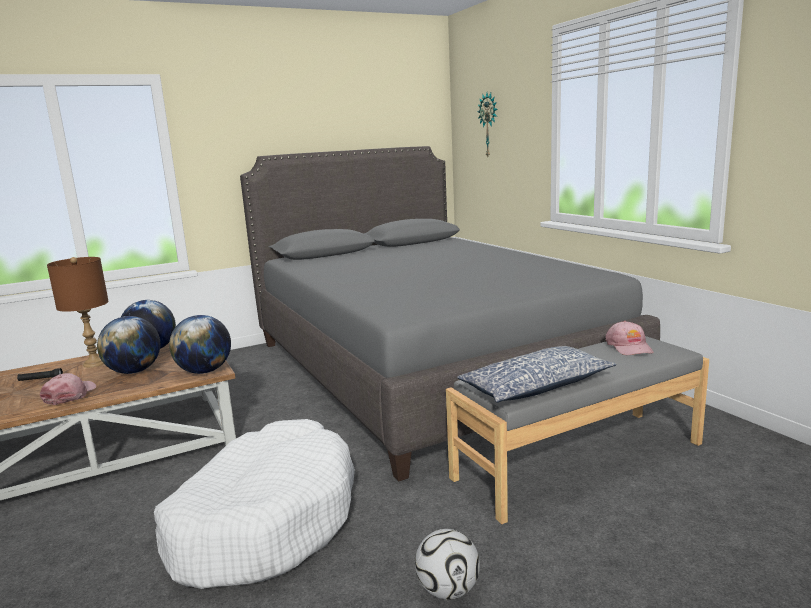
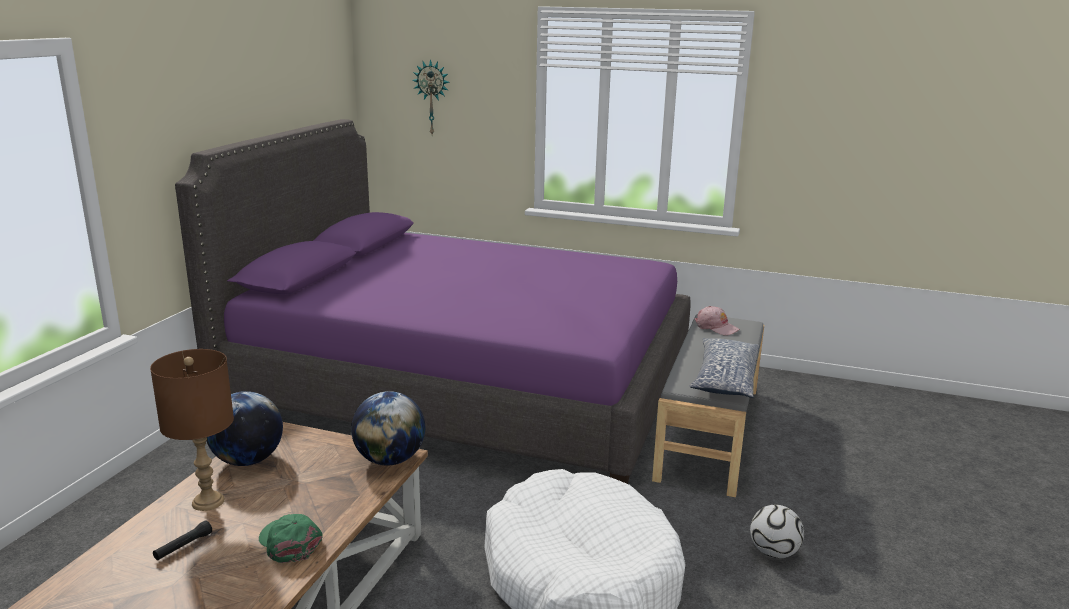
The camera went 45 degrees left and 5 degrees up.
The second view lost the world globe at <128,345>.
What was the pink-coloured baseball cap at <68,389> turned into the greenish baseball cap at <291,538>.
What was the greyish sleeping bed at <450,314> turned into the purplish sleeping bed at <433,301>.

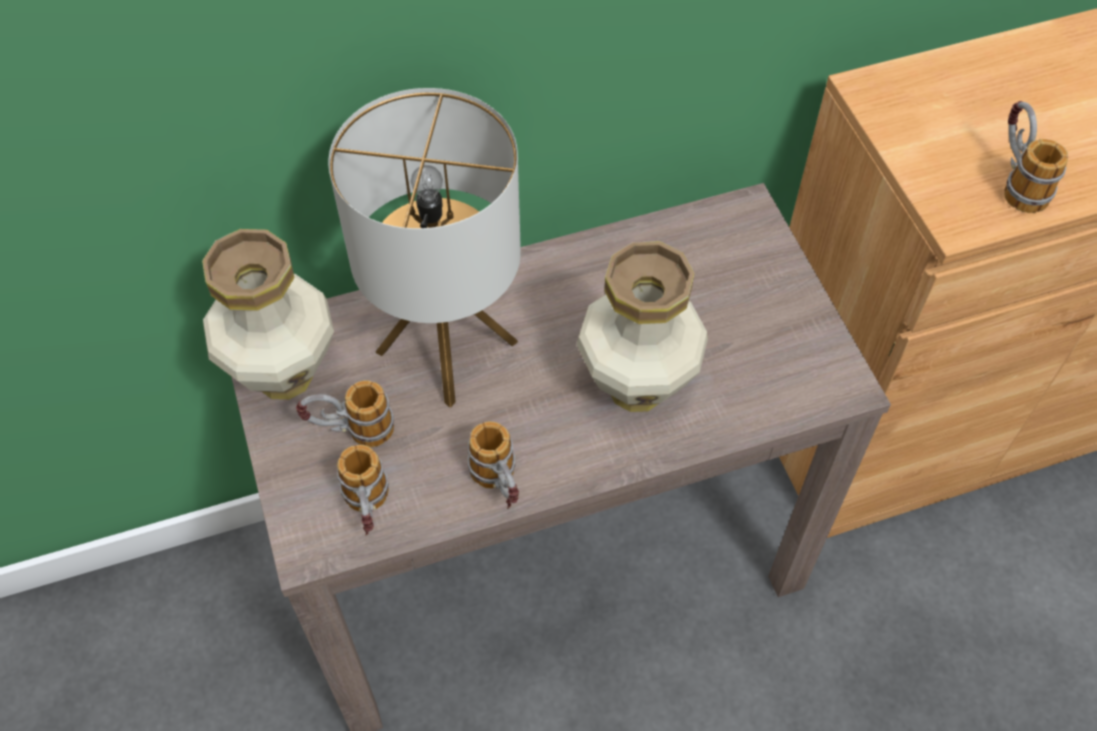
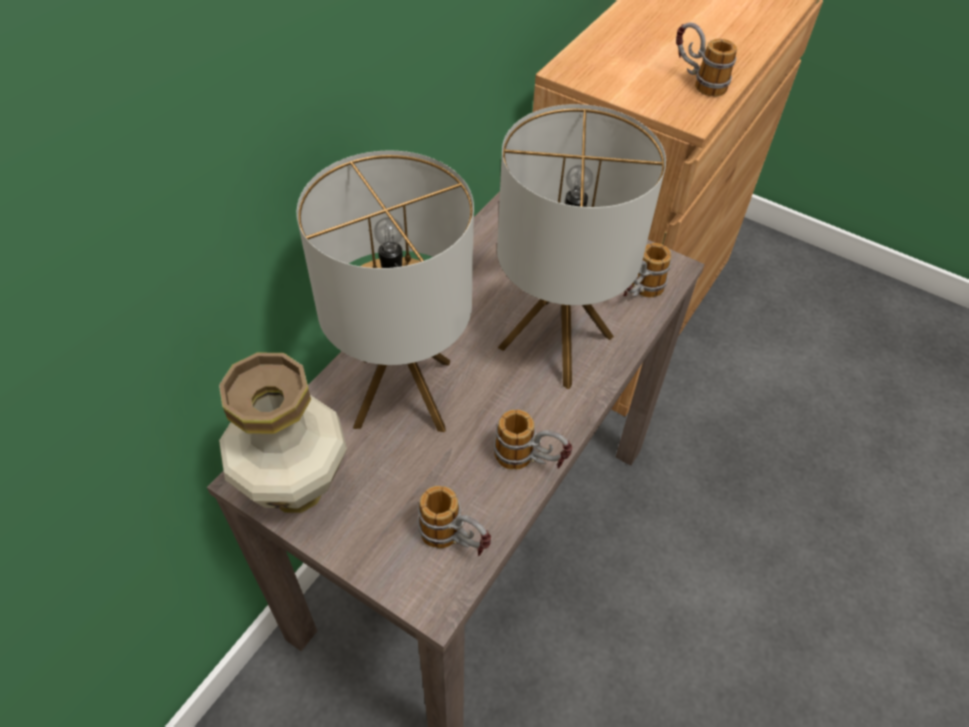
The camera went 40 degrees left and 5 degrees down.
The coffee mug ended up elsewhere, having gone from <345,413> to <647,270>.
Where the decorative vase stood at <642,326>, the lamp for a table came to stand at <581,246>.

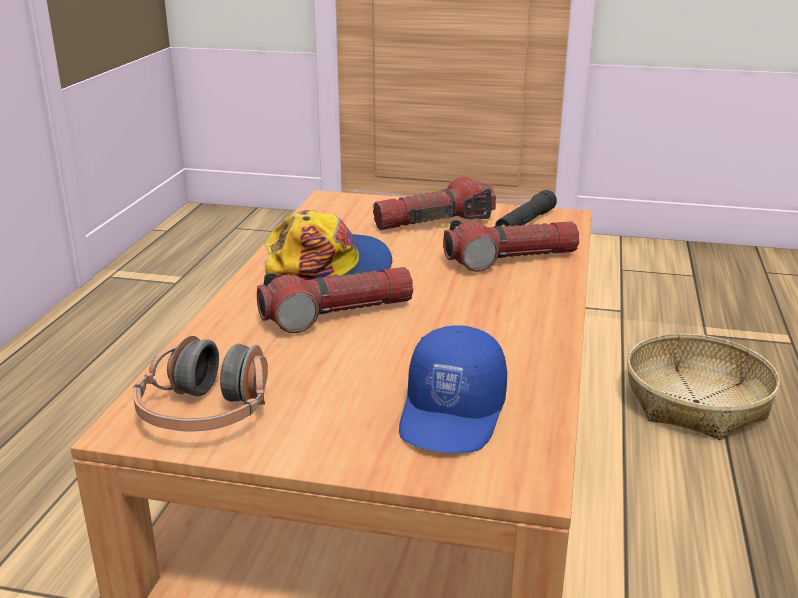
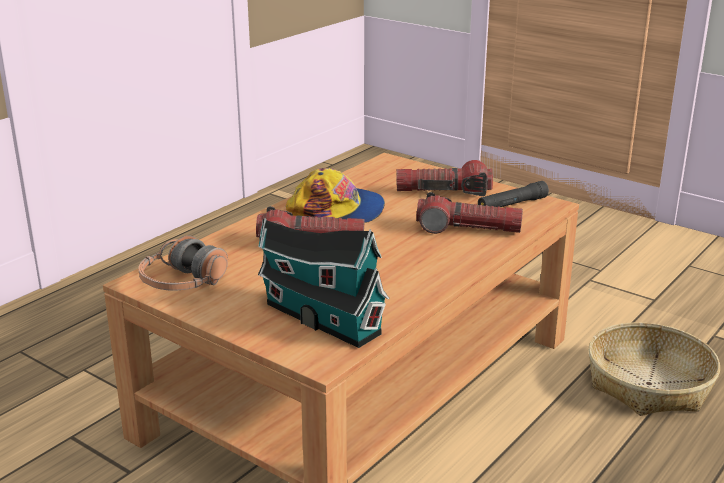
The camera went 25 degrees right and 0 degrees up.
Where the bluish baseball cap stood at <453,389>, the miniature house came to stand at <324,283>.

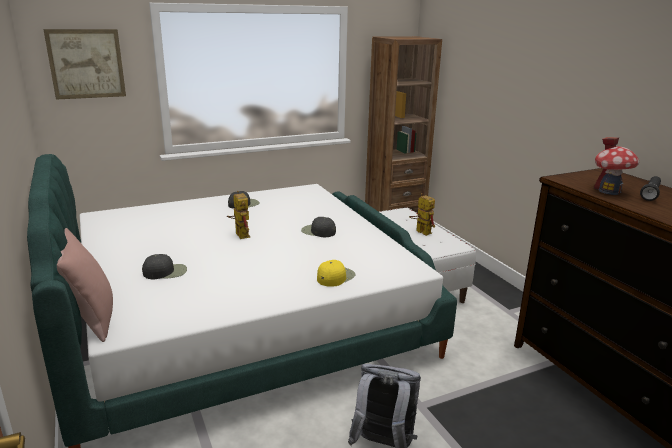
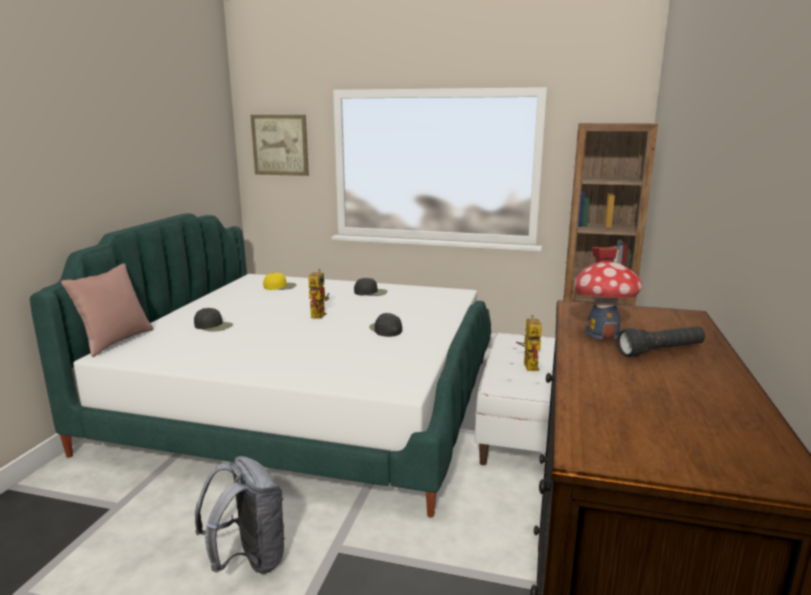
The camera went 40 degrees right and 5 degrees down.
The yellowish baseball cap ended up elsewhere, having gone from <336,273> to <279,281>.

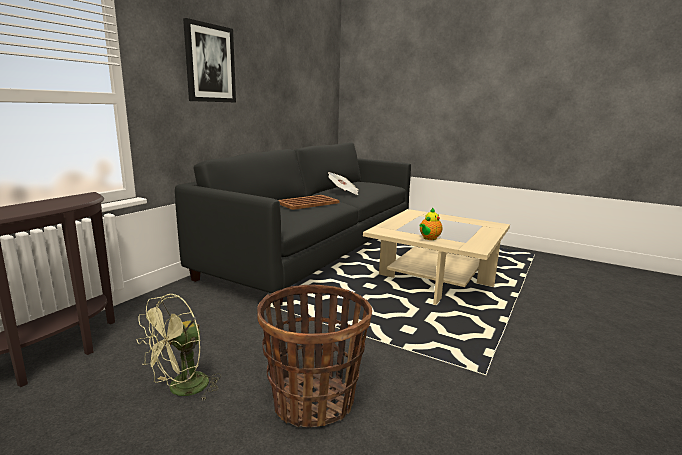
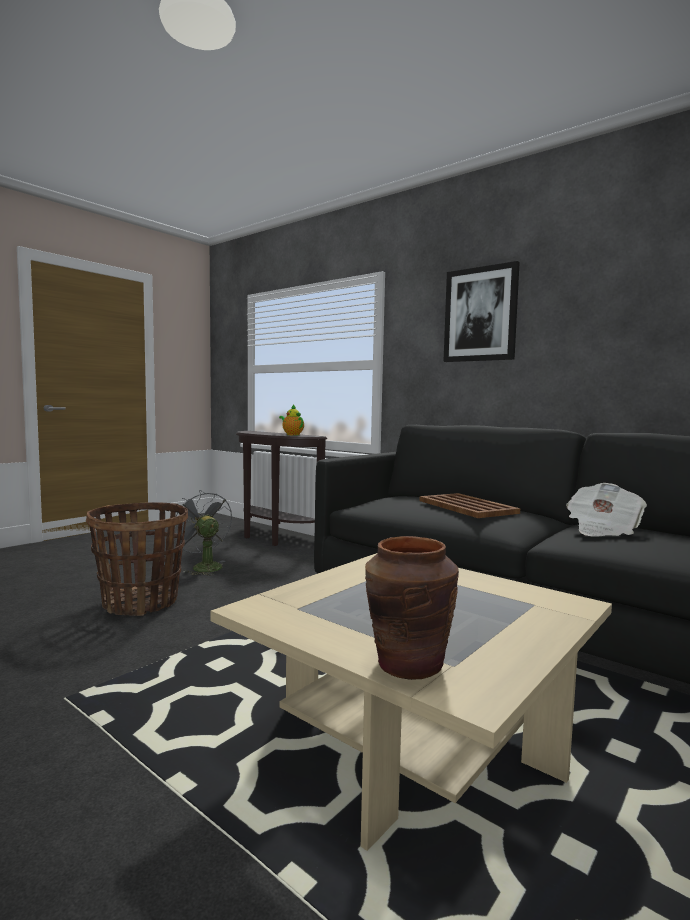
The camera went 100 degrees right and 10 degrees down.
The second view gained the brown-coloured decorative vase at <412,608>.
The teapot ended up elsewhere, having gone from <430,223> to <291,420>.
What was the greenish electric fan at <178,347> turned into the greyish electric fan at <201,533>.

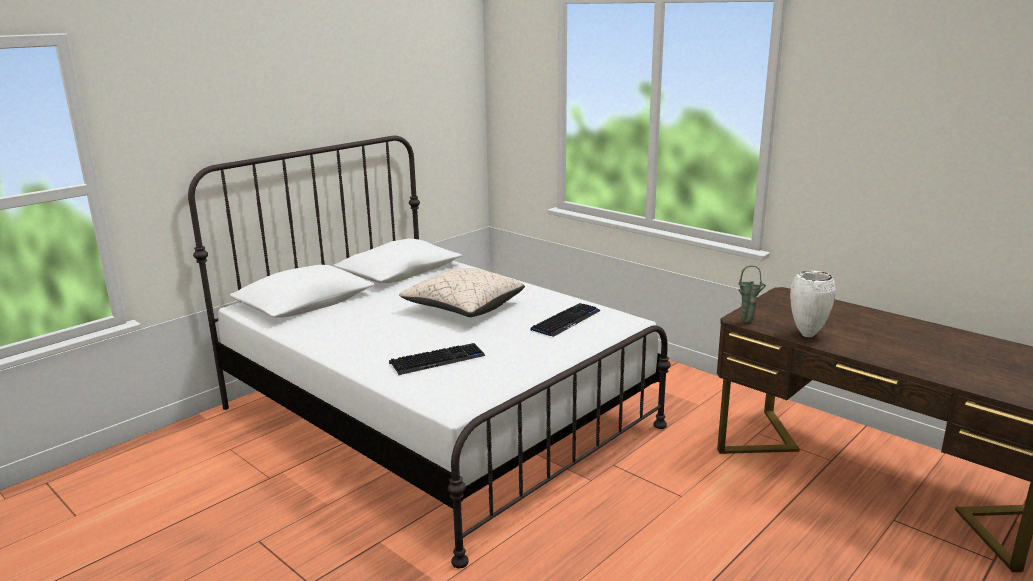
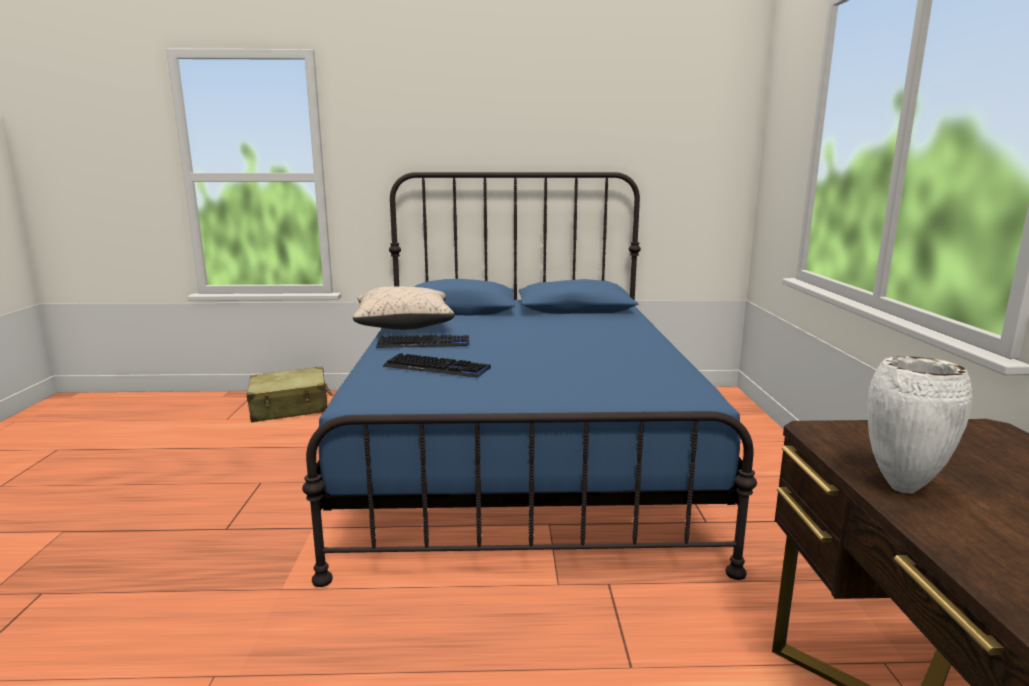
The camera went 45 degrees right and 5 degrees down.
The second view lost the greenish decorative vase at <752,294>.
The second view gained the beige travel case at <289,394>.
The beige cushion ended up elsewhere, having gone from <462,292> to <404,308>.
The computer keyboard ended up elsewhere, having gone from <565,320> to <423,341>.
What was the white sleeping bed at <429,352> turned into the bluish sleeping bed at <529,379>.

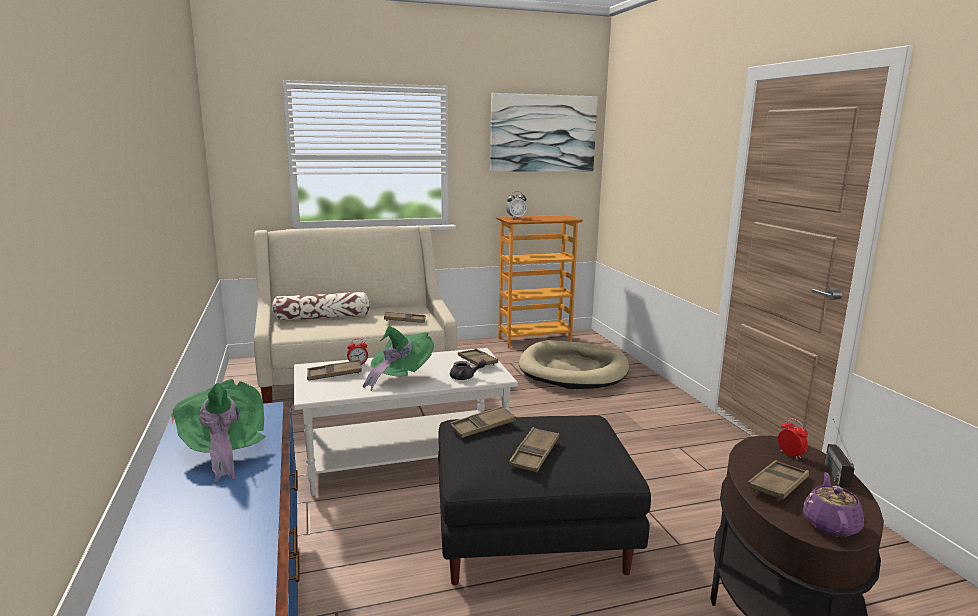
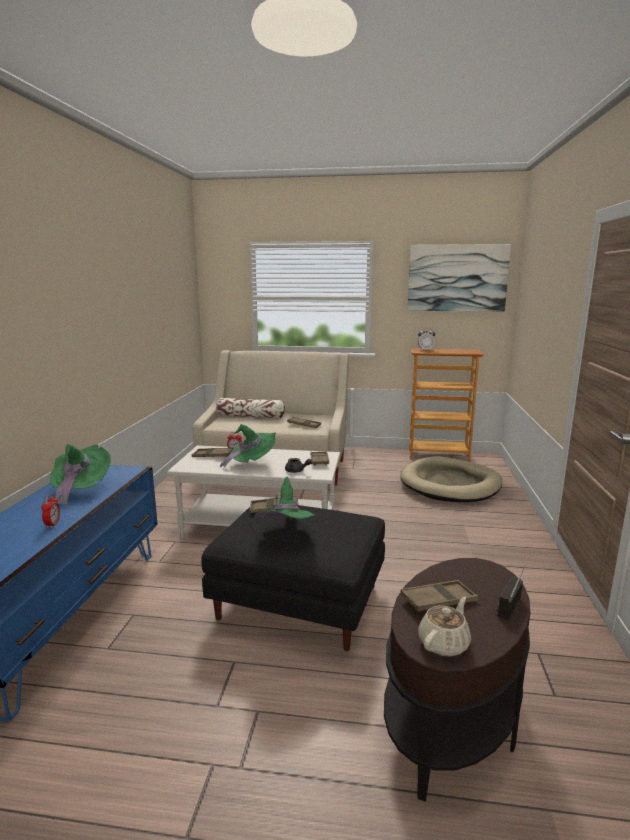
The camera went 25 degrees right and 0 degrees up.
The bedside clock ended up elsewhere, having gone from <793,439> to <50,511>.
Where the brown-coloured tray stood at <533,450>, the greenish wearable hat came to stand at <285,498>.
What was the purplish teapot at <833,504> turned into the beige teapot at <444,627>.

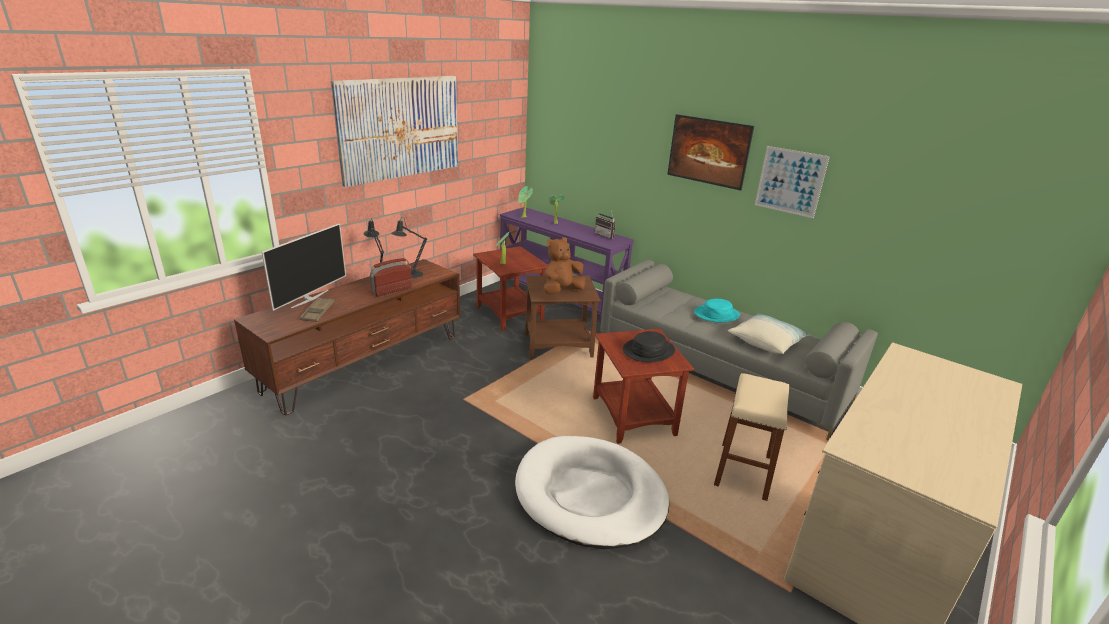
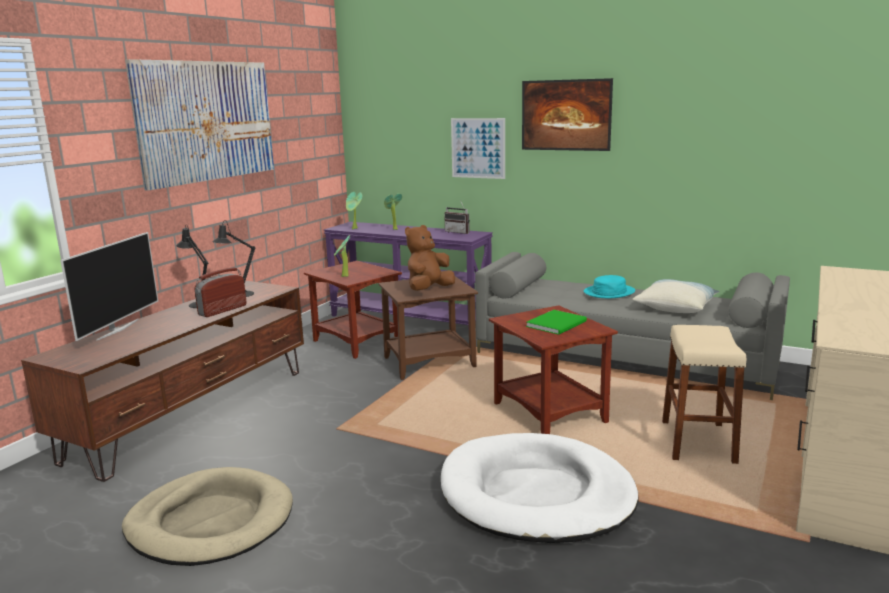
The camera went 10 degrees left and 10 degrees down.
The second view lost the brown-coloured tray at <317,309>.
The second view gained the beige dog cushion at <207,516>.
The wall art ended up elsewhere, having gone from <792,182> to <478,148>.
Where the blackish wearable hat stood at <648,346>, the greenish volume came to stand at <556,322>.

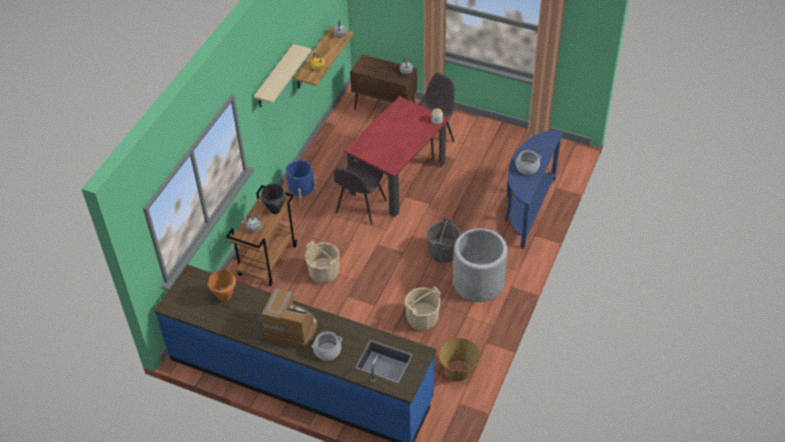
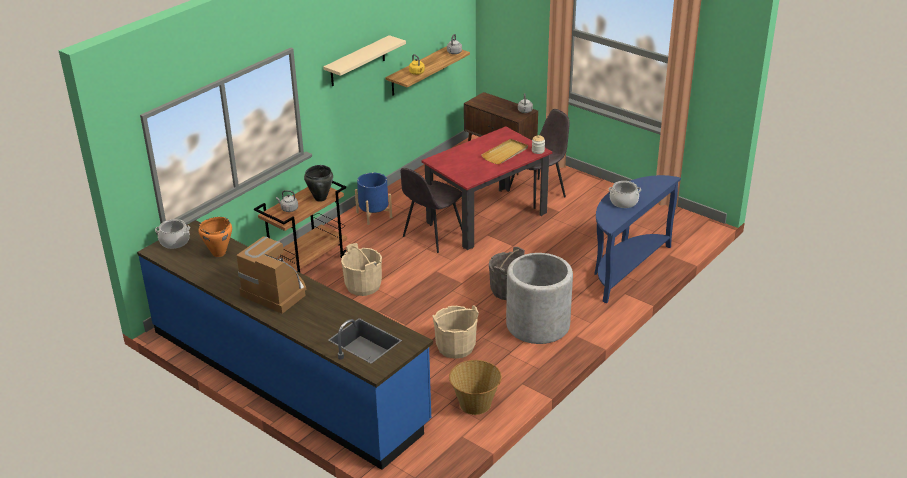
The camera went 15 degrees right and 15 degrees down.
The second view gained the beige tray at <504,151>.
The cooking pot ended up elsewhere, having gone from <326,346> to <172,234>.

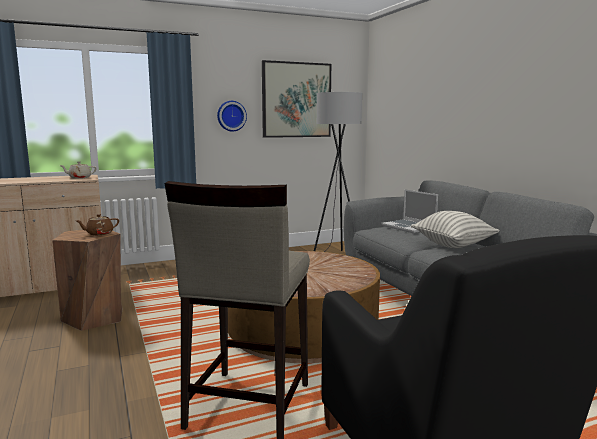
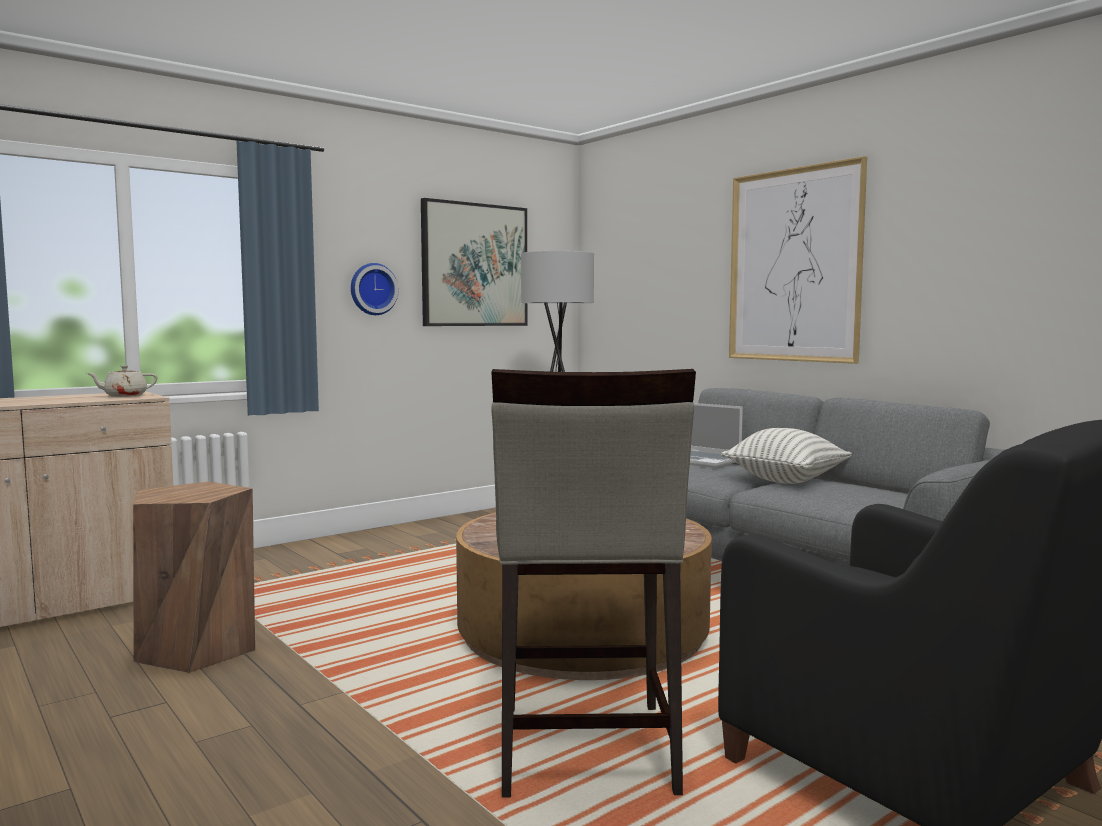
The camera went 15 degrees left and 5 degrees down.
The second view lost the brown-coloured teapot at <97,224>.
The second view gained the wall art at <798,260>.

